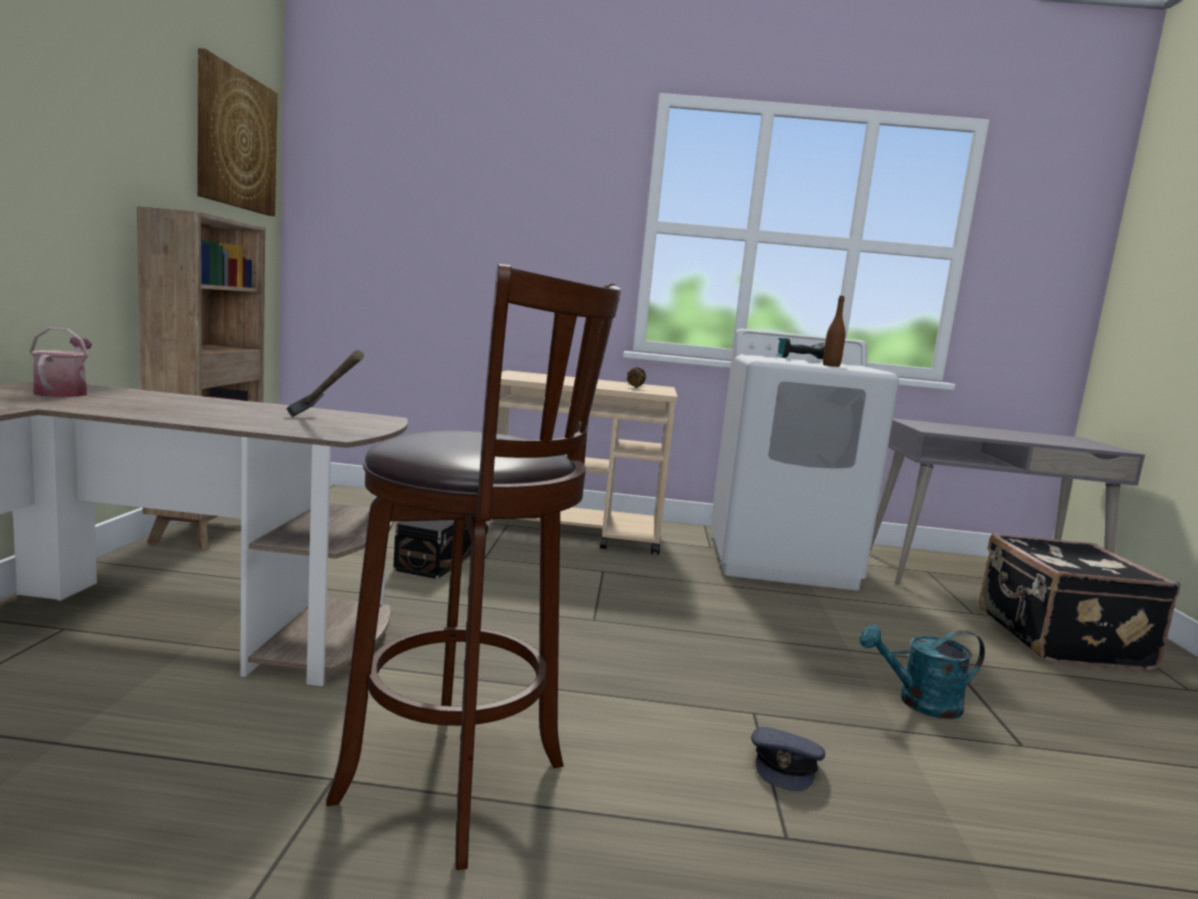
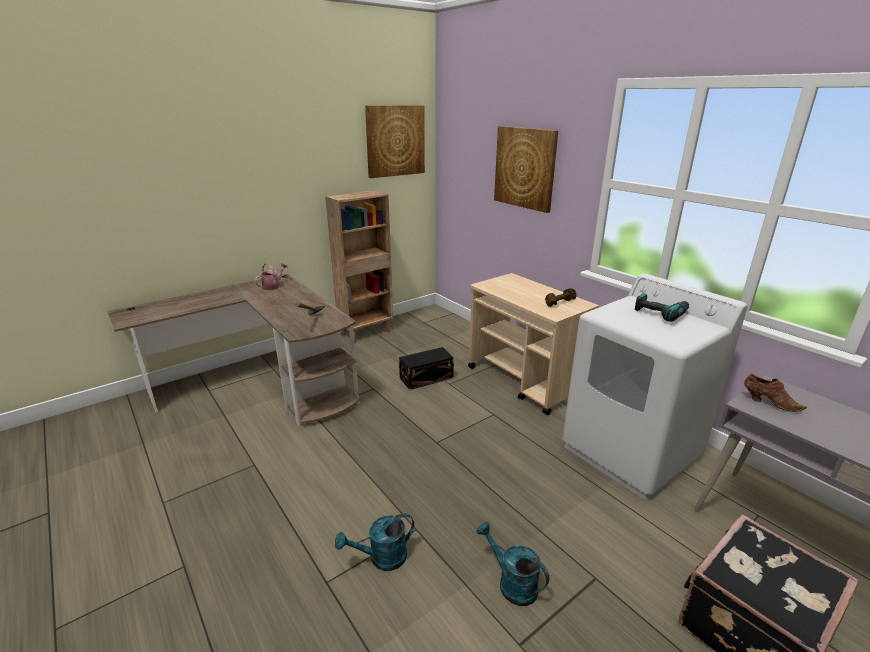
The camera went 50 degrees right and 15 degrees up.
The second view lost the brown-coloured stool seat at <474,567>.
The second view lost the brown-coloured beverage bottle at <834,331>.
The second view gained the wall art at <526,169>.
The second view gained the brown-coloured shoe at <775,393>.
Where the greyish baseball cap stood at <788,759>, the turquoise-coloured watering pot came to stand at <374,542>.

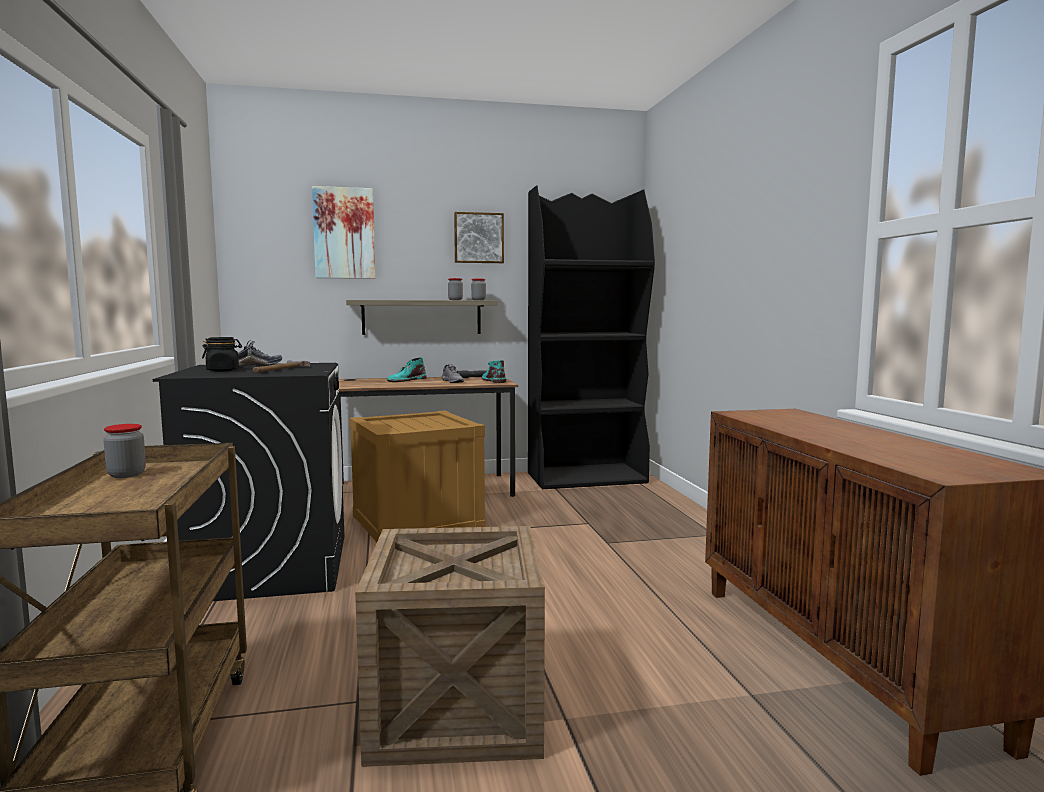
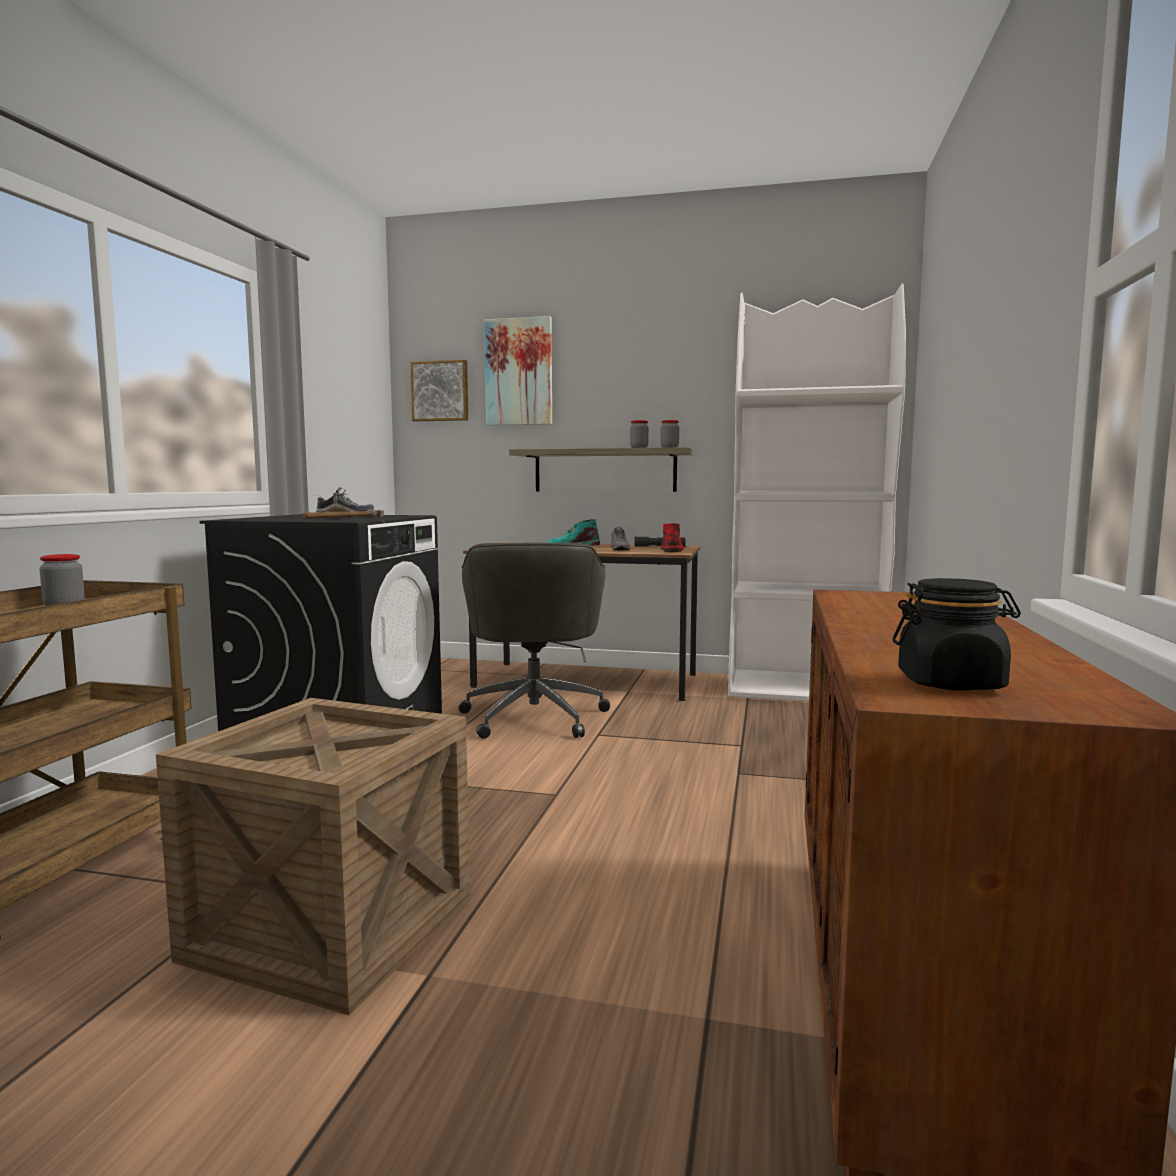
The camera went 25 degrees right and 0 degrees up.
The blackish jar ended up elsewhere, having gone from <222,354> to <956,634>.
The wall art ended up elsewhere, having gone from <479,237> to <439,390>.
Where the crate stood at <418,476>, the greyish desk chair came to stand at <534,640>.
What was the turquoise-coloured tall boot at <494,371> turned into the reddish tall boot at <672,537>.
What was the blackish bookcase at <591,337> turned into the white bookcase at <817,493>.

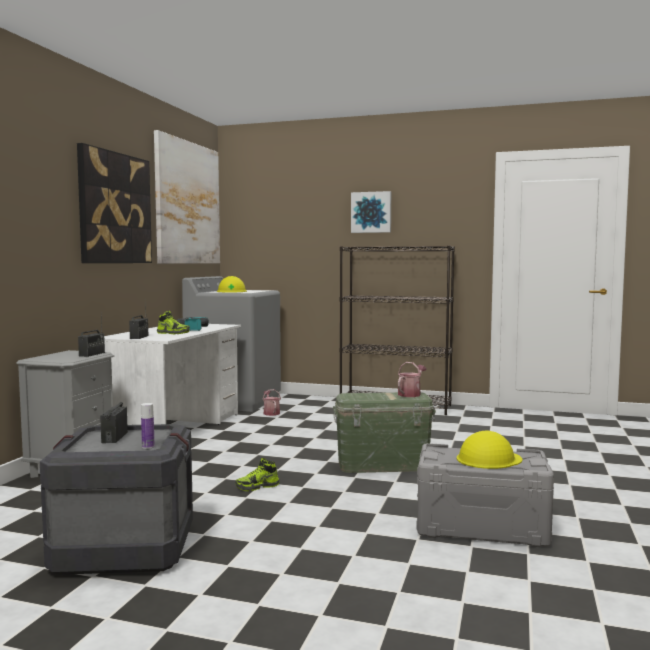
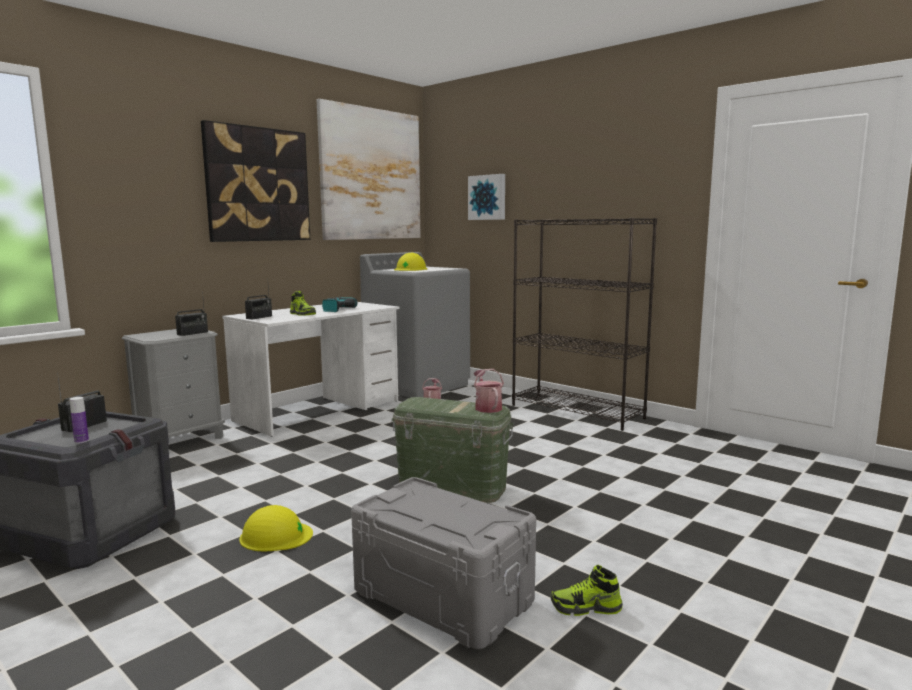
The camera went 25 degrees right and 5 degrees up.
The shoe ended up elsewhere, having gone from <257,474> to <586,590>.
The wall art ended up elsewhere, having gone from <371,212> to <486,197>.
The yellowish hard hat ended up elsewhere, having gone from <489,449> to <276,528>.
The watering pot at <412,379> ended up facing another way, 75 degrees counterclockwise from before.

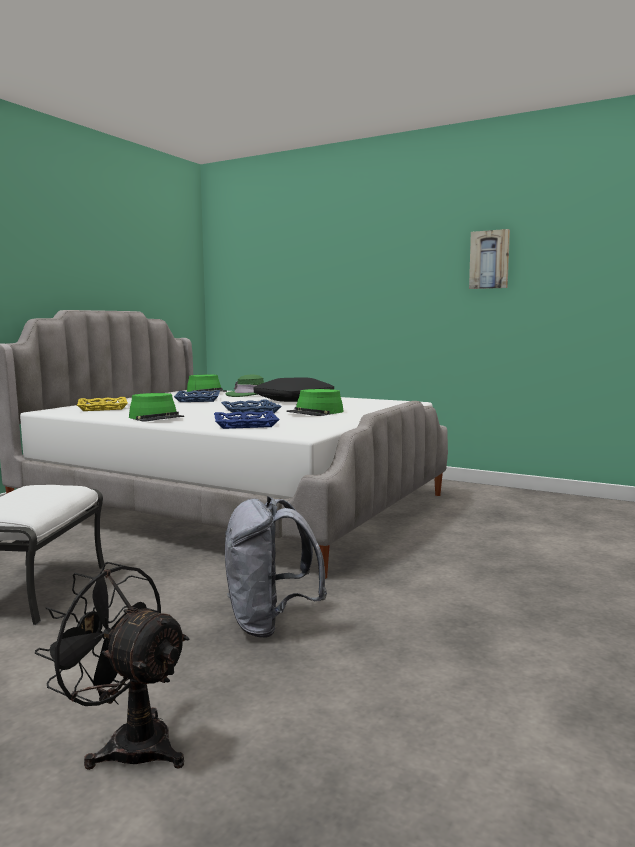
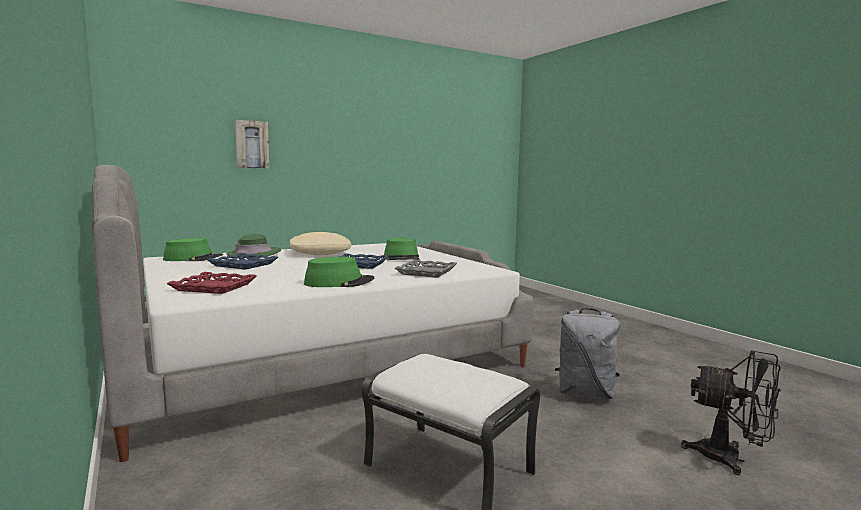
The camera went 60 degrees left and 0 degrees up.
The wall art ended up elsewhere, having gone from <489,259> to <252,144>.
What was the yellowish tray at <102,404> turned into the reddish tray at <211,283>.
What was the bluish tray at <247,420> turned into the greyish tray at <426,268>.
What was the blackish cushion at <294,389> turned into the beige cushion at <320,243>.
The blackish electric fan at <112,666> ended up facing another way, 120 degrees counterclockwise from before.

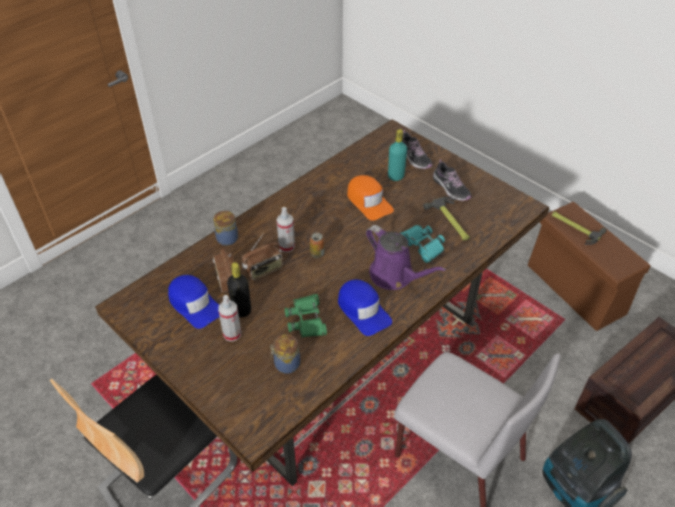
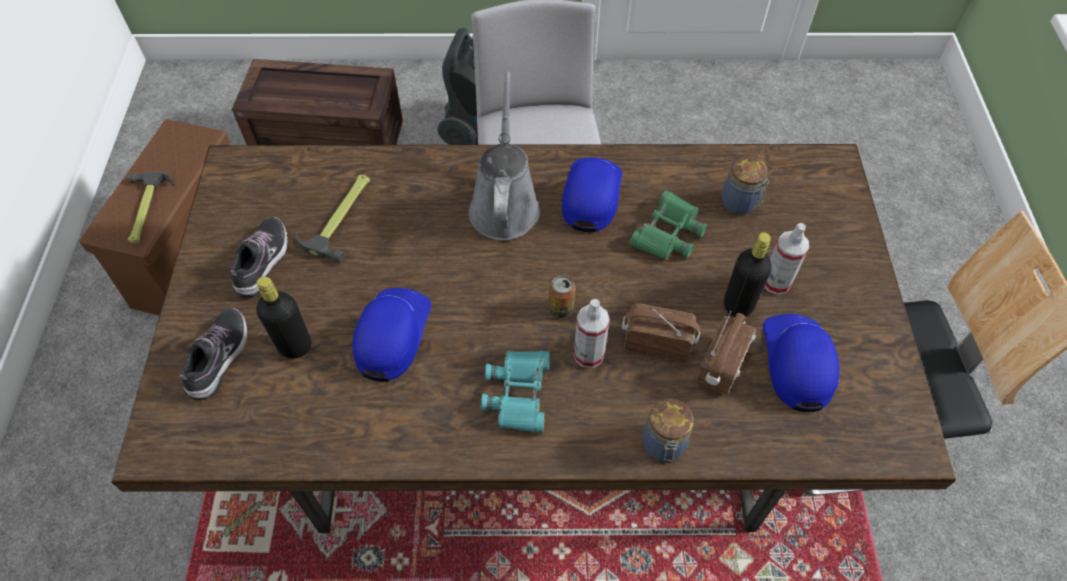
The camera went 135 degrees left and 10 degrees up.
The turquoise-coloured binoculars ended up elsewhere, having gone from <422,244> to <515,392>.
What was the orange-coloured baseball cap at <370,198> turned into the bluish baseball cap at <391,335>.
What was the purplish watering pot at <406,257> turned into the greyish watering pot at <504,156>.
What was the turquoise-coloured beverage bottle at <397,155> turned into the blackish beverage bottle at <283,317>.

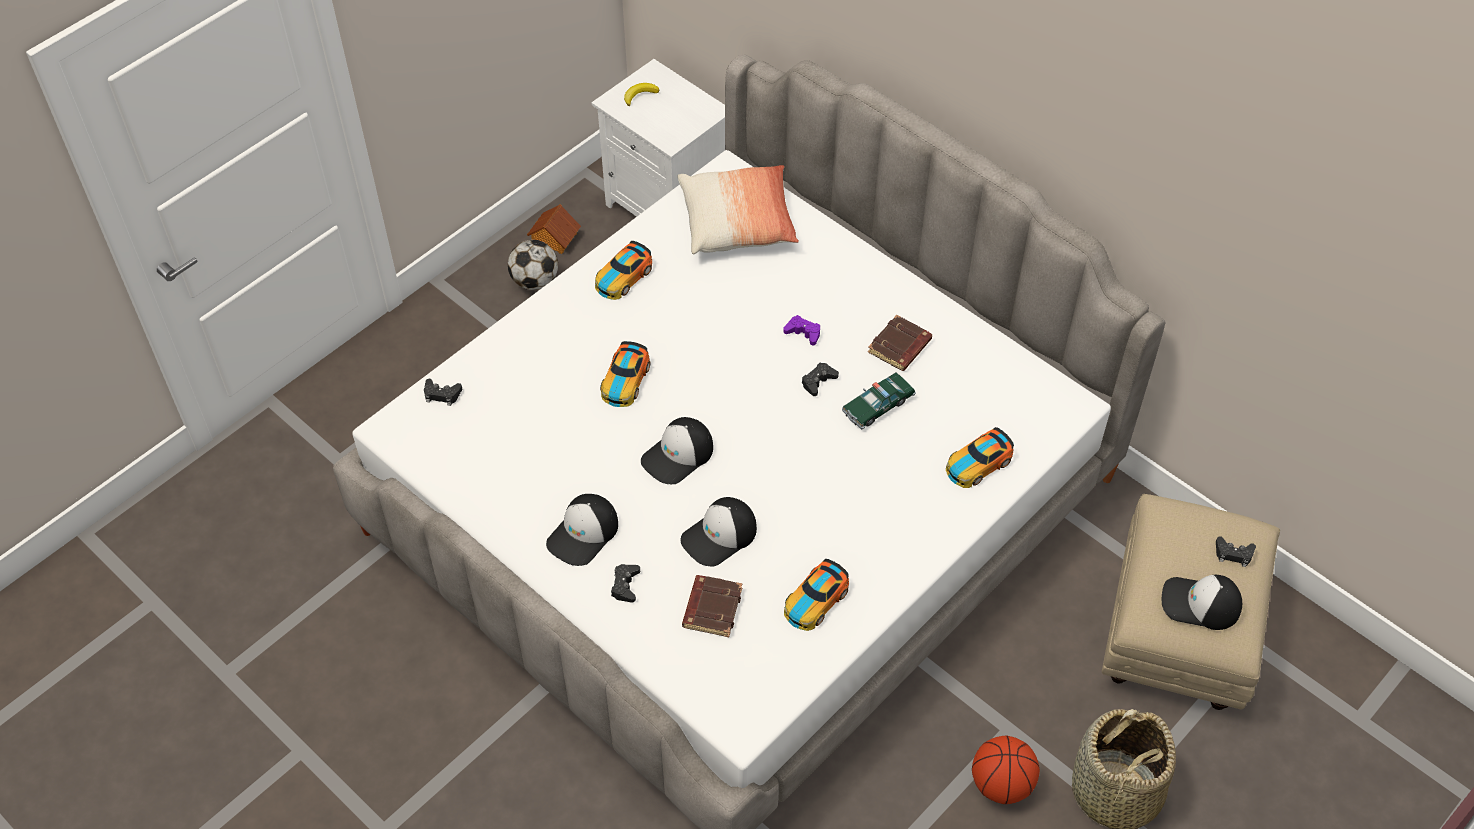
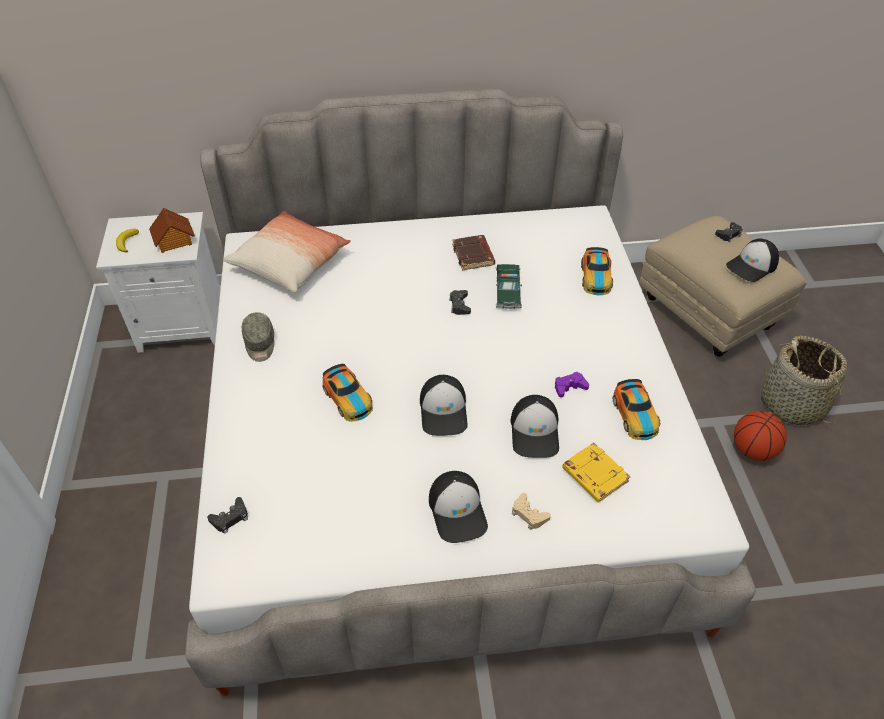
The camera went 50 degrees left and 5 degrees down.
The second view lost the ball for football at <533,265>.
The miniature house ended up elsewhere, having gone from <554,229> to <172,230>.
The purplish joypad ended up elsewhere, having gone from <801,330> to <572,385>.
Where the model car stood at <623,270>, the greyish baseball cap came to stand at <258,337>.
What was the blackish joypad at <625,583> turned into the beige joypad at <531,511>.
What was the brown-coloured volume at <712,606> turned into the yellowish volume at <596,472>.

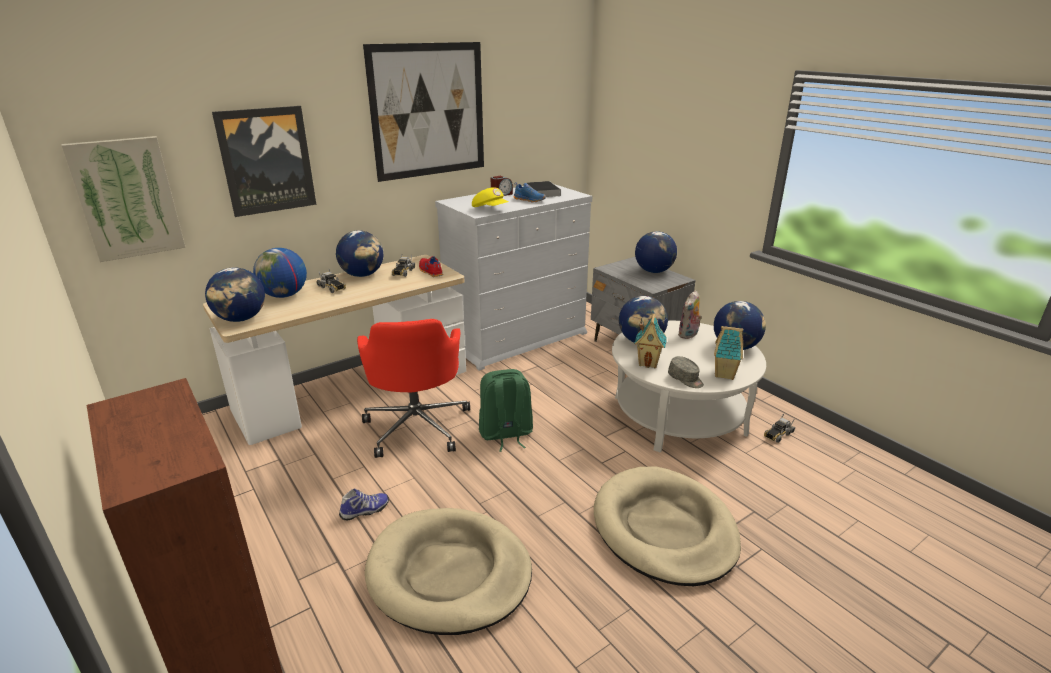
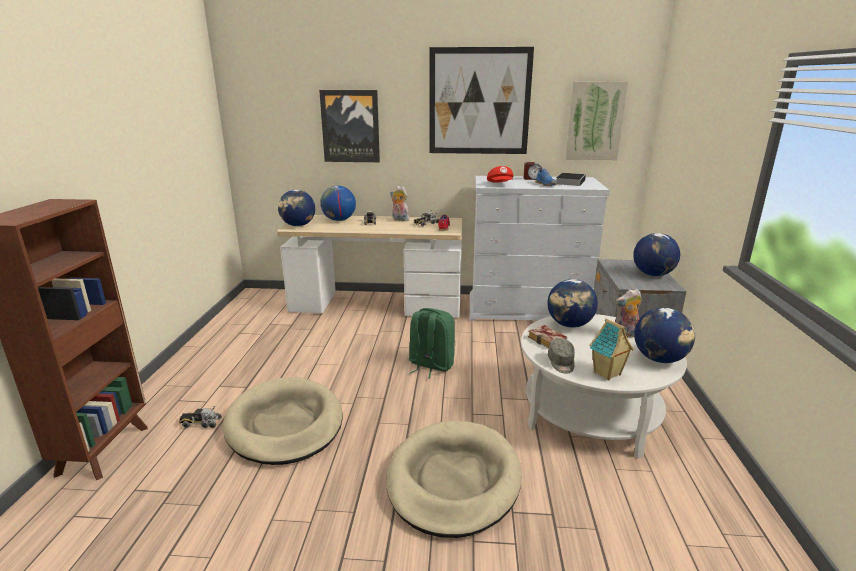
The camera went 40 degrees right and 5 degrees down.
The second view lost the shoe at <364,504>.
The second view lost the reddish desk chair at <413,388>.
The wall art ended up elsewhere, having gone from <123,199> to <597,121>.
The toy truck ended up elsewhere, having gone from <779,428> to <200,417>.
Where the world globe stood at <359,253>, the soft toy came to stand at <400,203>.
Where the miniature house stood at <650,341>, the volume came to stand at <547,336>.
What was the yellowish baseball cap at <490,197> turned into the reddish baseball cap at <500,174>.

